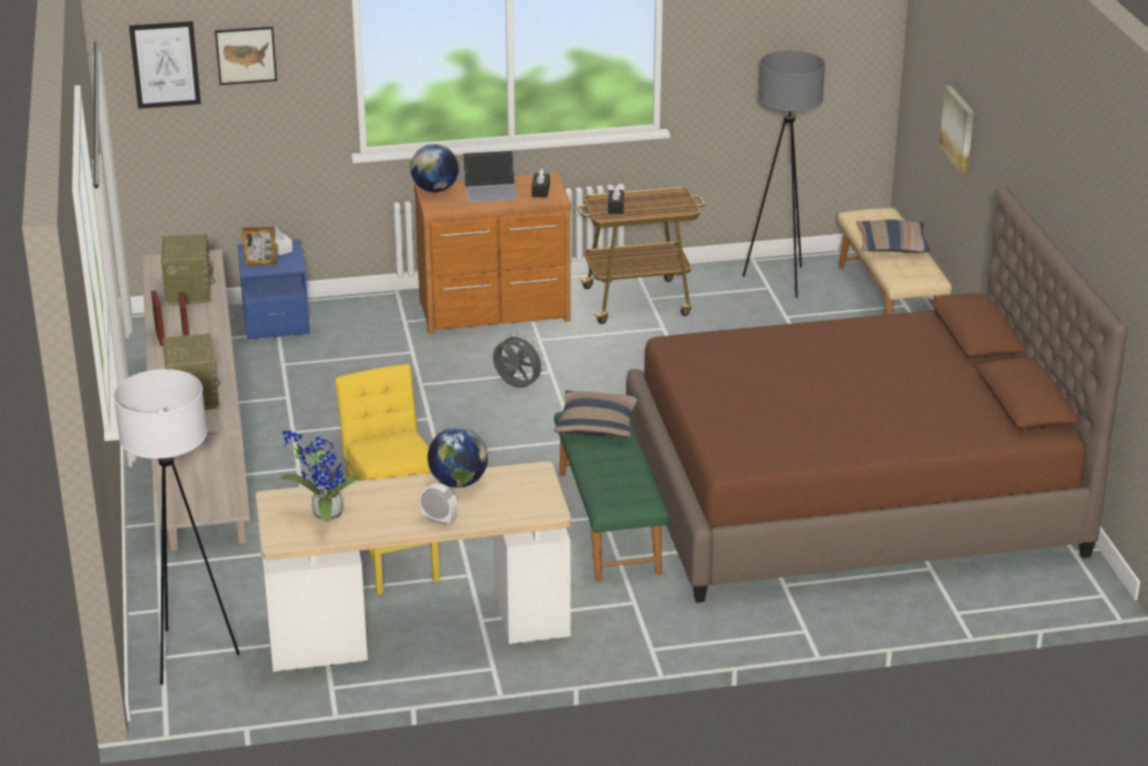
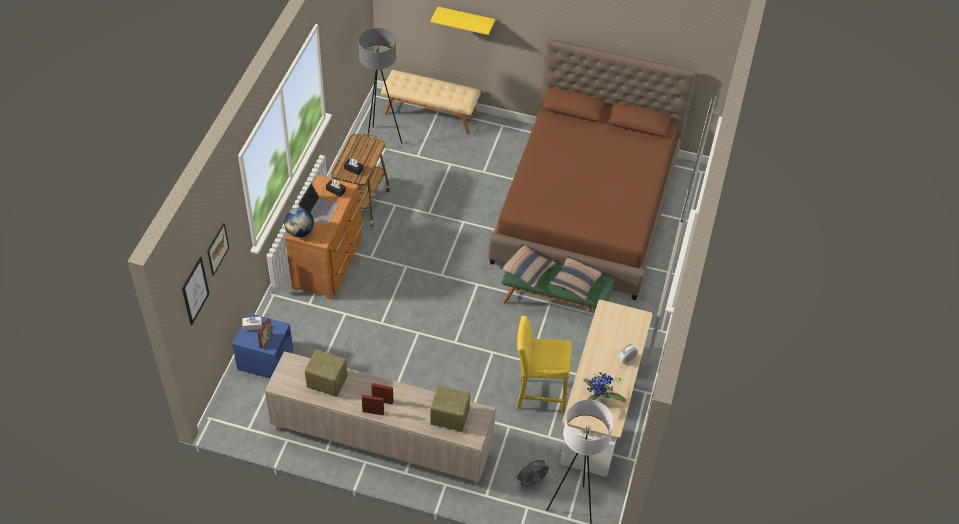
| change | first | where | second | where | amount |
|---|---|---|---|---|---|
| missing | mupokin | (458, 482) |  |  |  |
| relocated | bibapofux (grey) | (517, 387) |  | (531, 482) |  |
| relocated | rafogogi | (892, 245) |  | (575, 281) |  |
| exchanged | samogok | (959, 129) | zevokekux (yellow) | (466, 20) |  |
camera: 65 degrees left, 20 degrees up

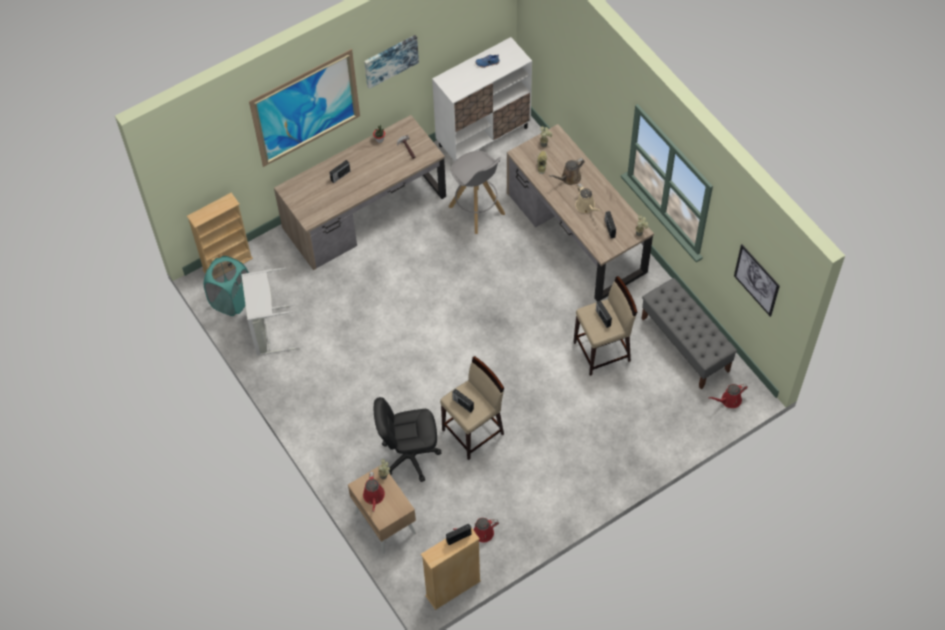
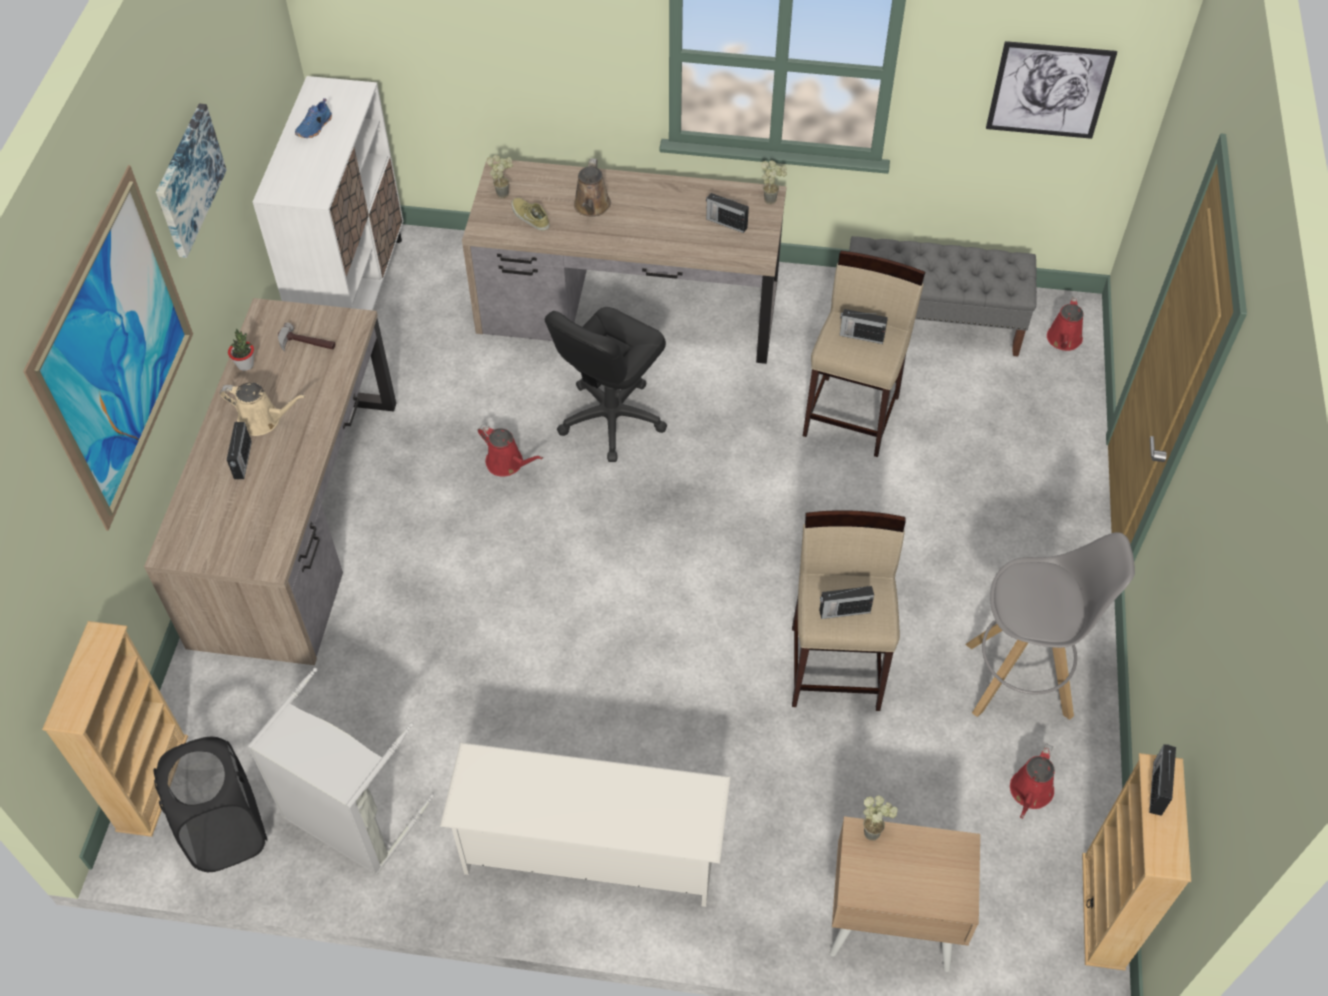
| change | first | where | second | where | amount |
|---|---|---|---|---|---|
| appeared |  |  | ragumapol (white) | (591, 850) |  |
| relocated | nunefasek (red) | (374, 497) |  | (507, 463) |  |
| relocated | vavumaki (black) | (410, 456) |  | (611, 418) |  |
| relocated | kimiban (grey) | (477, 210) |  | (1020, 680) |  |
| relocated | nunefasek (beige) | (586, 206) |  | (263, 420) |  |
| colour | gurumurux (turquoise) | (231, 300) | gurumurux (black) | (226, 831) |  |
camera: 50 degrees left, 5 degrees down

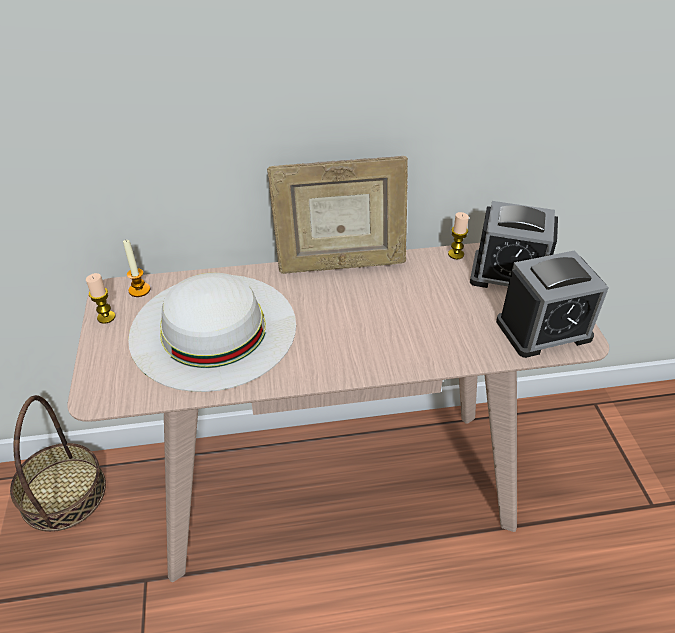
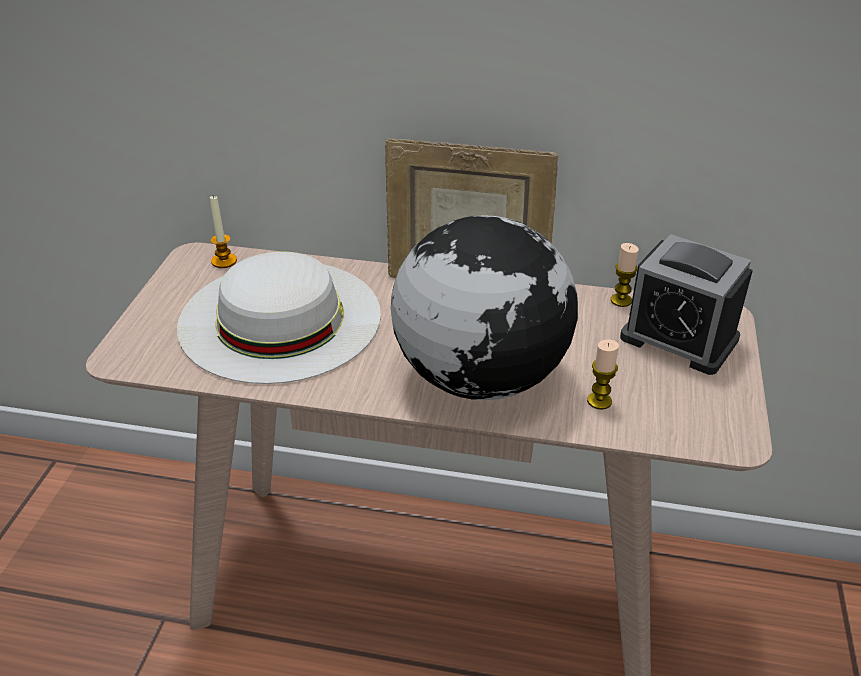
| change | first | where | second | where | amount |
|---|---|---|---|---|---|
| missing | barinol | (63, 493) |  |  |  |
| missing | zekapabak | (543, 330) |  |  |  |
| appeared |  |  | mupokin | (479, 376) |  |
| relocated | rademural | (106, 317) |  | (599, 401) |  |
camera: 20 degrees right, 5 degrees down

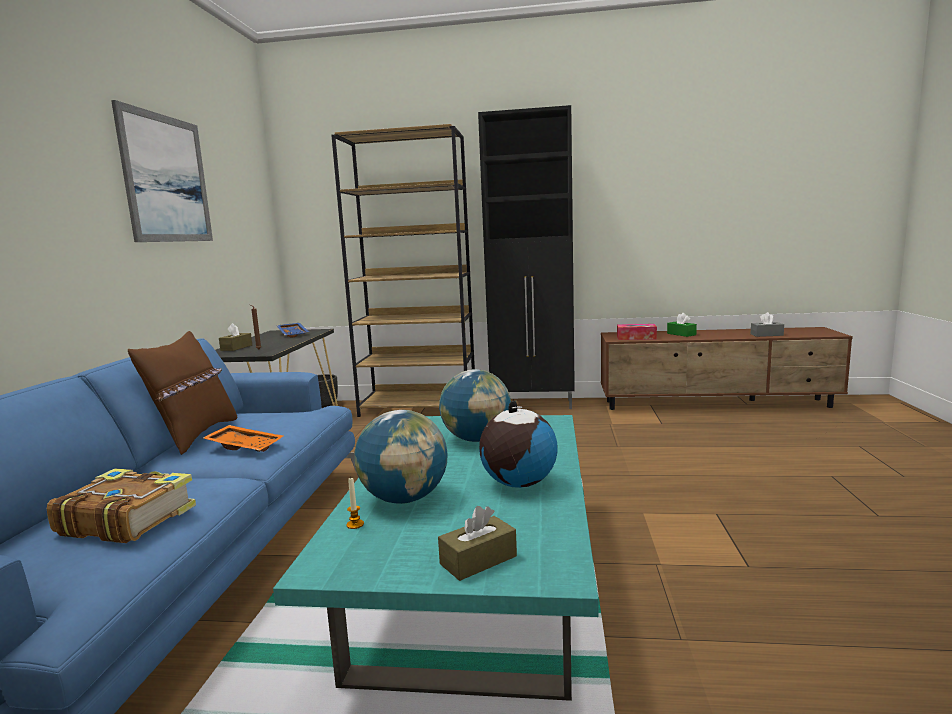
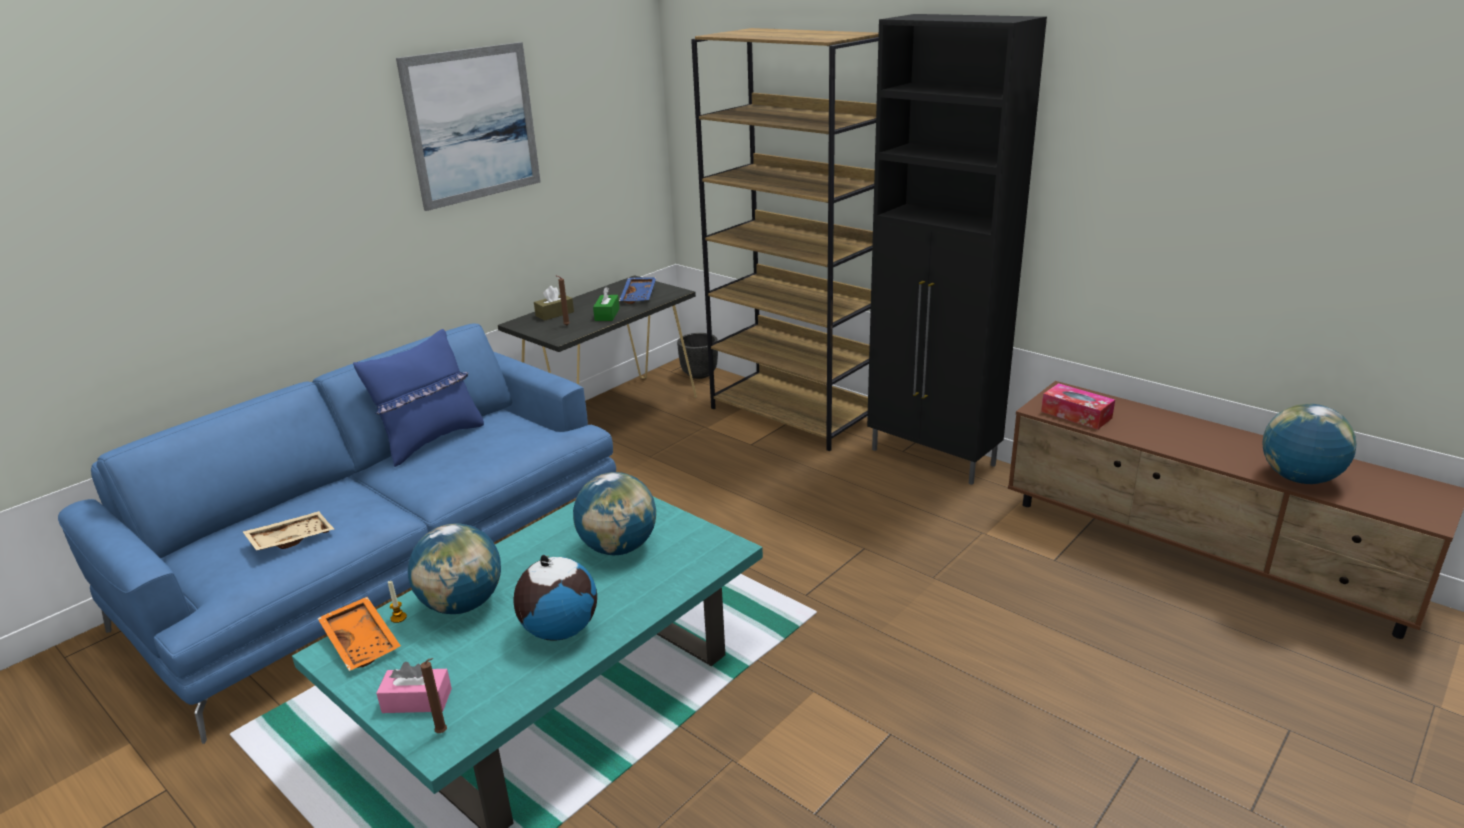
| change | first | where | second | where | amount |
|---|---|---|---|---|---|
| appeared |  |  | rademural (brown) | (443, 733) |  |
| relocated | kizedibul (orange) | (245, 446) |  | (363, 641) |  |
| relocated | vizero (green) | (681, 334) |  | (607, 314) |  |
| exchanged | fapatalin | (127, 520) | kizedibul (beige) | (291, 539) |  |
| exchanged | vizero (grey) | (766, 335) | mupokin | (1299, 478) |  |
| colour | rafogogi (brown) | (195, 435) | rafogogi (blue) | (431, 440) |  |
| colour | vizero (brown) | (478, 560) | vizero (pink) | (417, 701) |  |
camera: 35 degrees right, 15 degrees up

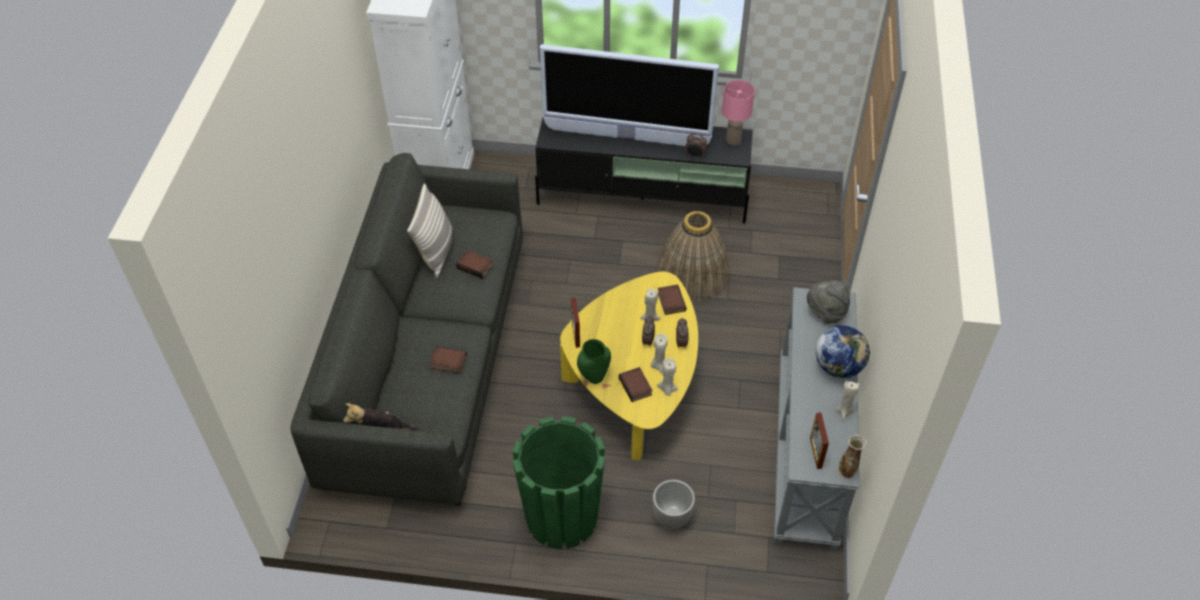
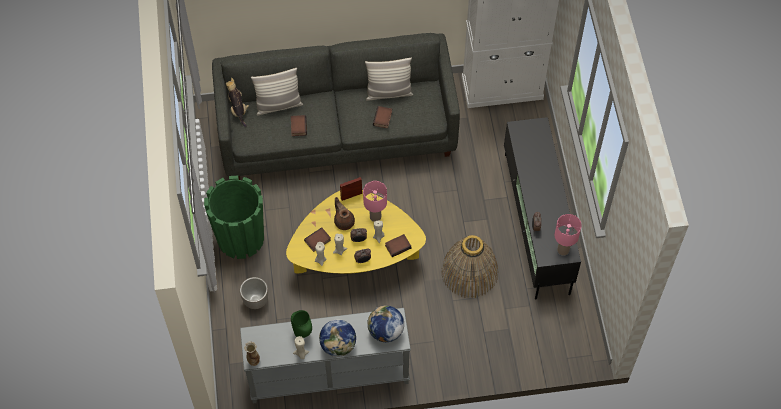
| change | first | where | second | where | amount |
|---|---|---|---|---|---|
| missing | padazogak | (626, 137) |  |  |  |
| missing | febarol | (815, 453) |  |  |  |
| appeared |  |  | rafogogi | (278, 105) |  |
| appeared |  |  | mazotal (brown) | (344, 221) |  |
| appeared |  |  | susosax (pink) | (375, 217) |  |
| relocated | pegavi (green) | (594, 379) |  | (302, 333) |  |
| exchanged | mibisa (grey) | (826, 312) | mupokin | (385, 331) |  |
camera: 75 degrees right, 10 degrees up

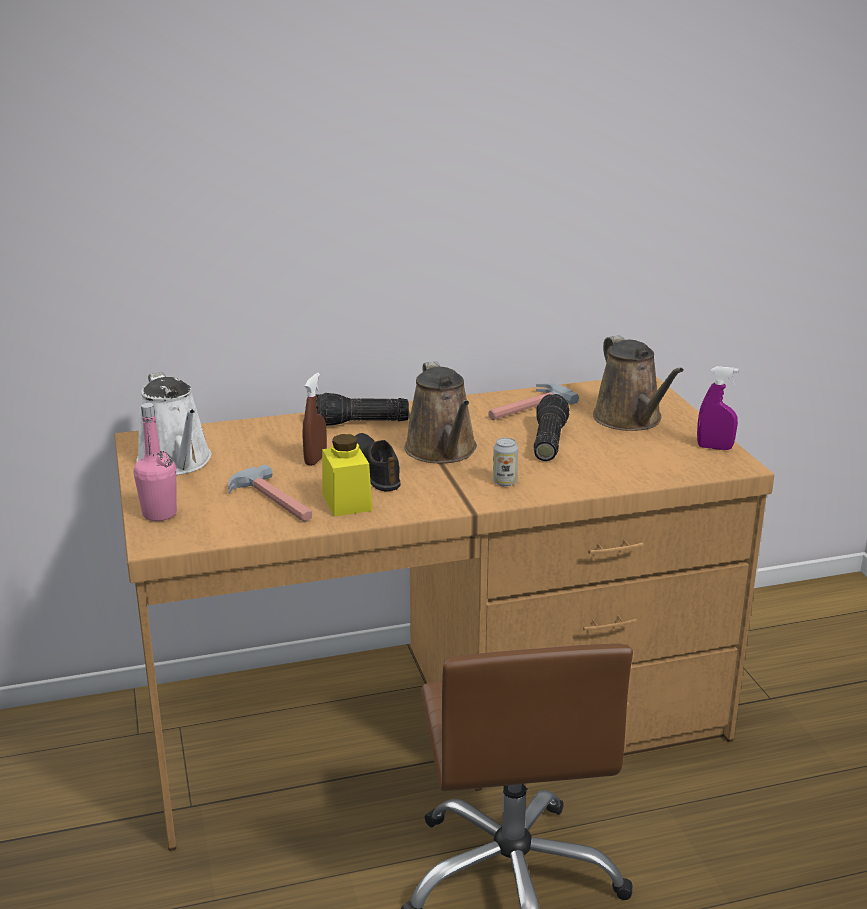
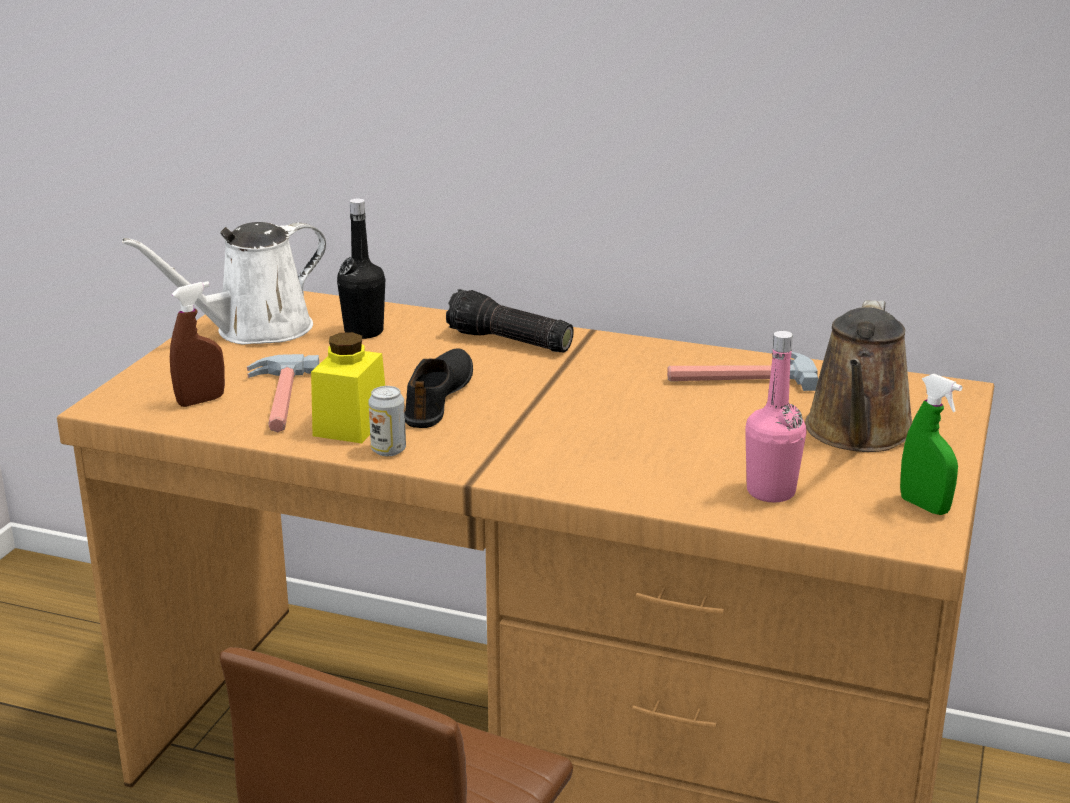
| change | first | where | second | where | amount |
|---|---|---|---|---|---|
| missing | nunefasek (brown) | (443, 451) |  |  |  |
| missing | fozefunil | (547, 441) |  |  |  |
| appeared |  |  | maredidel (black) | (364, 332) |  |
| relocated | maredidel (pink) | (159, 514) |  | (771, 492) |  |
| relocated | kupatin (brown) | (315, 459) |  | (201, 401) |  |
| relocated | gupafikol | (504, 482) |  | (388, 450) |  |
| colour | kupatin (purple) | (714, 448) | kupatin (green) | (924, 506) |  |
| spun | nunefasek (white) | (176, 463) |  | (255, 330) | 45 degrees clockwise |
camera: 35 degrees right, 0 degrees up

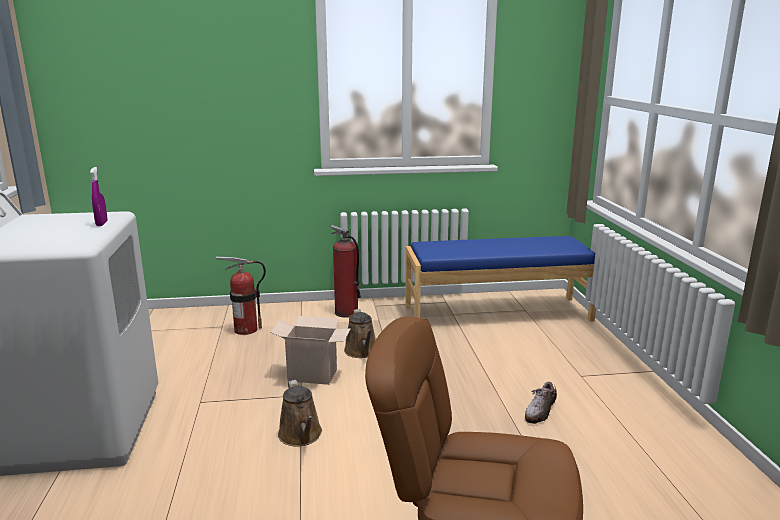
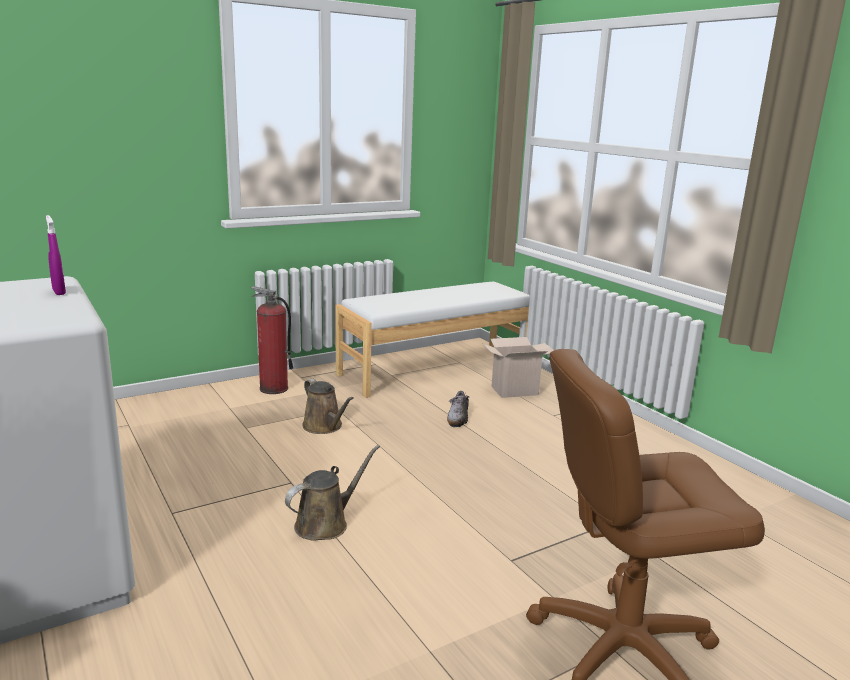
| change | first | where | second | where | amount |
|---|---|---|---|---|---|
| missing | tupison | (246, 329) |  |  |  |
| relocated | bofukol | (314, 374) |  | (515, 390) |  |
| relocated | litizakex | (540, 411) |  | (458, 417) |  |
| colour | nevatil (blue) | (497, 313) | nevatil (white) | (435, 369) |  |
| spun | nunefasek (brown) | (301, 436) |  | (326, 523) | 90 degrees counterclockwise |
camera: 25 degrees left, 0 degrees up

